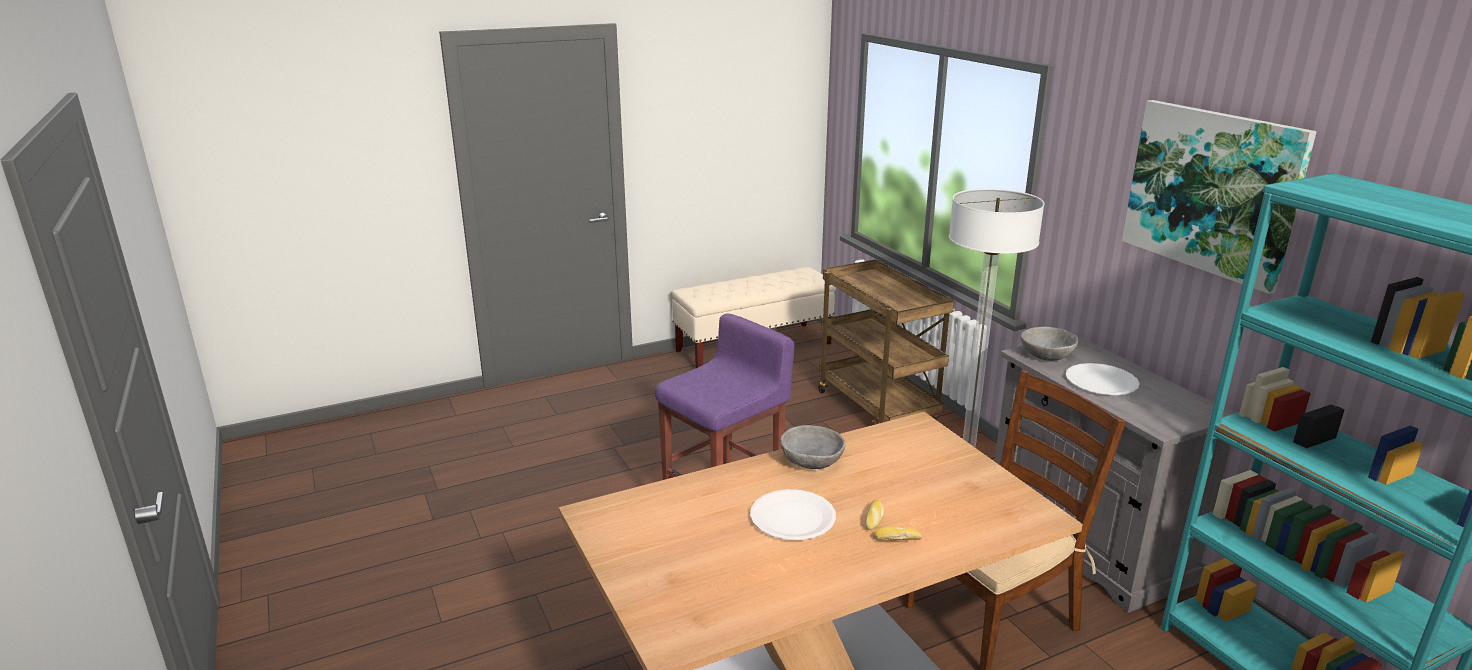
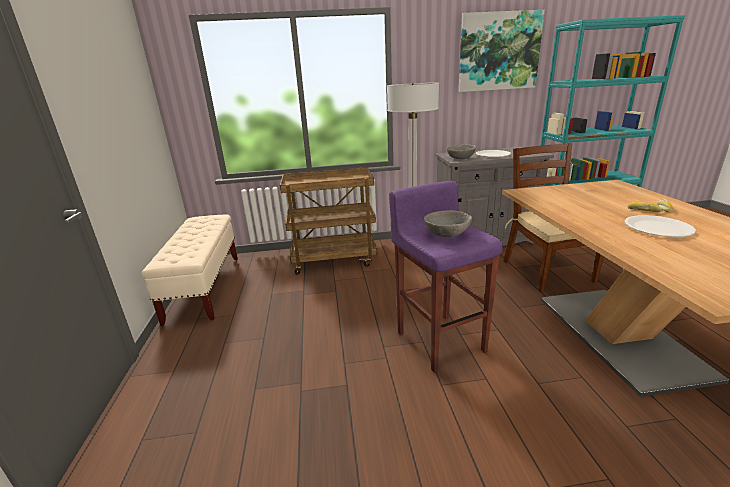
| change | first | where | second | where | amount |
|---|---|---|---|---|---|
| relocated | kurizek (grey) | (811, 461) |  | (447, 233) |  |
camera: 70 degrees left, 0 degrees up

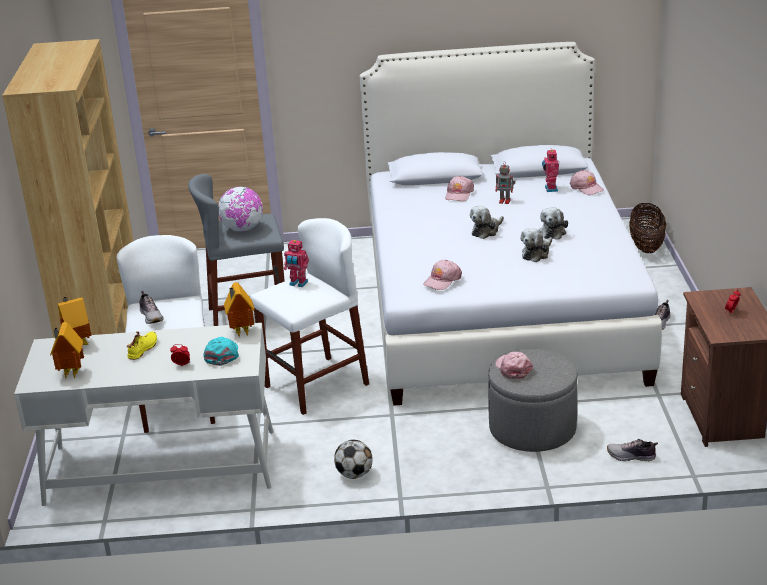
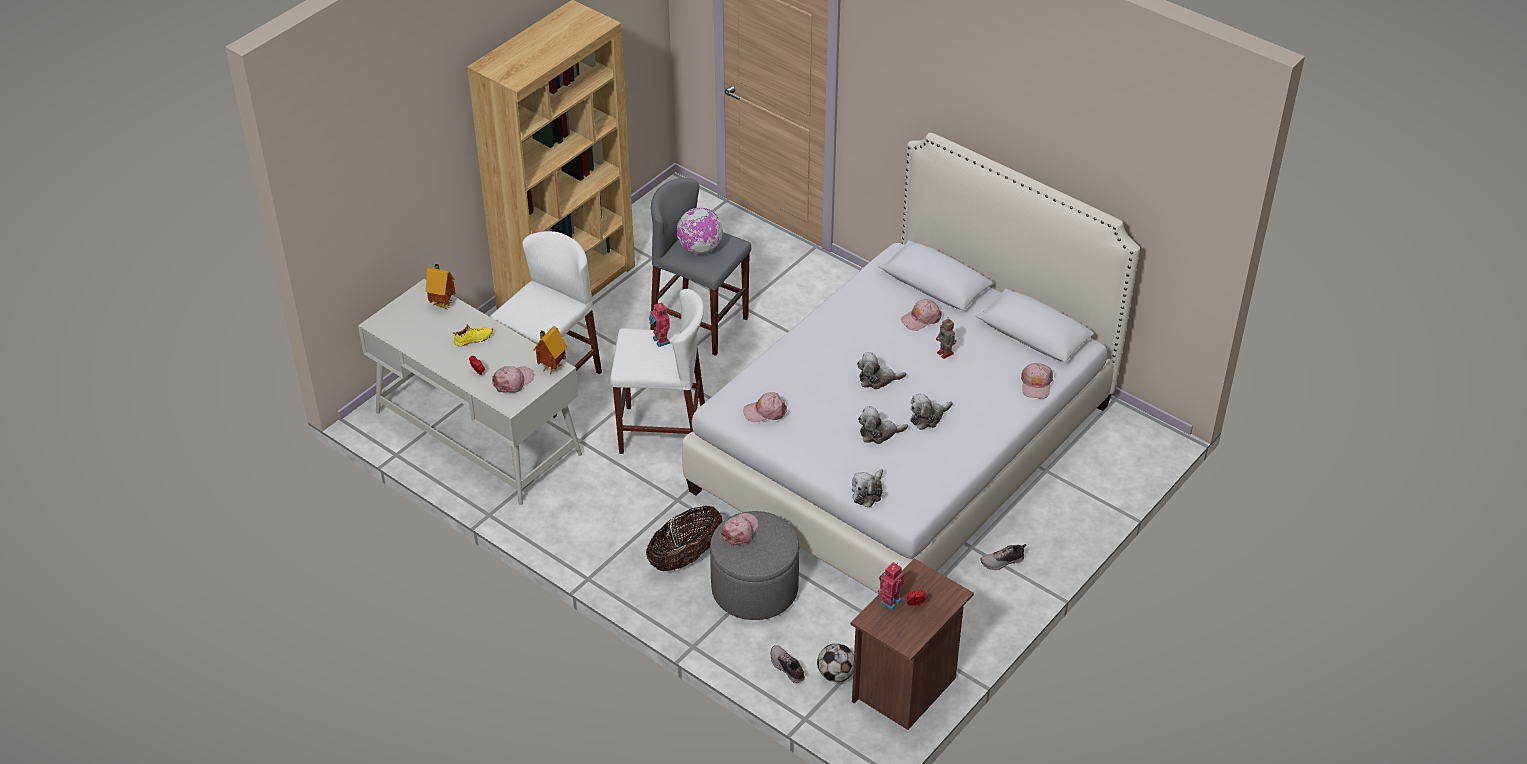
| change | first | where | second | where | amount |
|---|---|---|---|---|---|
| missing | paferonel | (70, 373) |  |  |  |
| missing | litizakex | (151, 316) |  |  |  |
| appeared |  |  | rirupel | (868, 492) |  |
| relocated | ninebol | (354, 474) |  | (836, 674) |  |
| relocated | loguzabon | (550, 189) |  | (889, 601) |  |
| relocated | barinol | (646, 246) |  | (685, 557) |  |
| colour | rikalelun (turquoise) | (222, 354) | rikalelun (pink) | (513, 381) |  |
camera: 40 degrees right, 15 degrees up

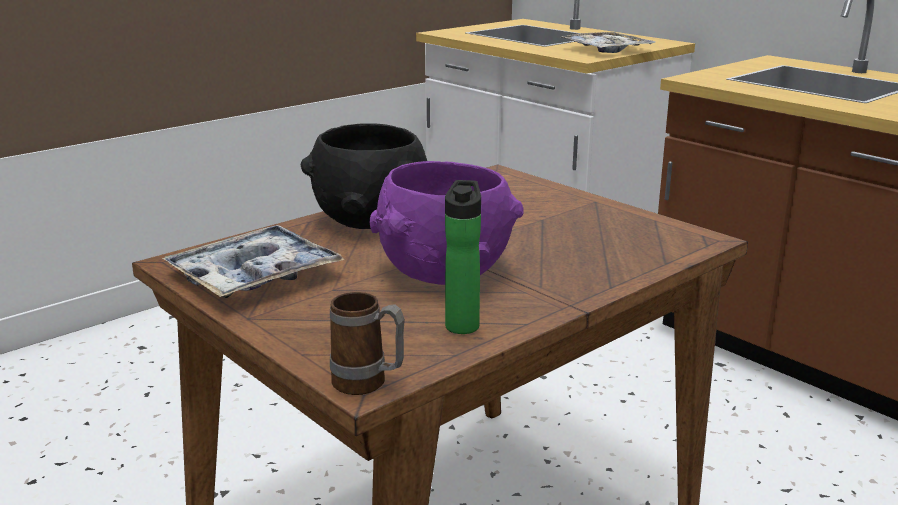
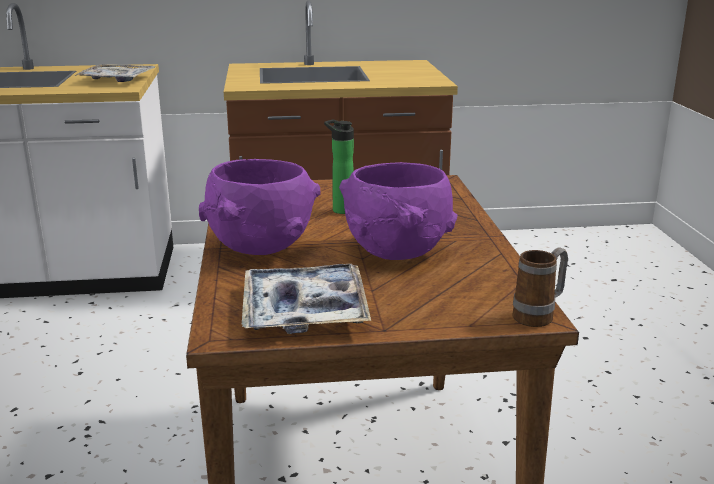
| change | first | where | second | where | amount |
|---|---|---|---|---|---|
| relocated | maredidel | (462, 324) |  | (340, 210) |  |
| colour | kurizek (black) | (369, 222) | kurizek (purple) | (260, 248) |  |
camera: 55 degrees left, 0 degrees up

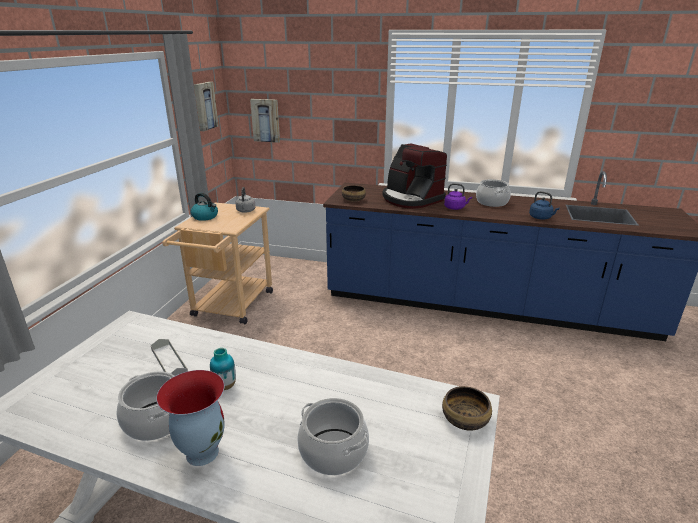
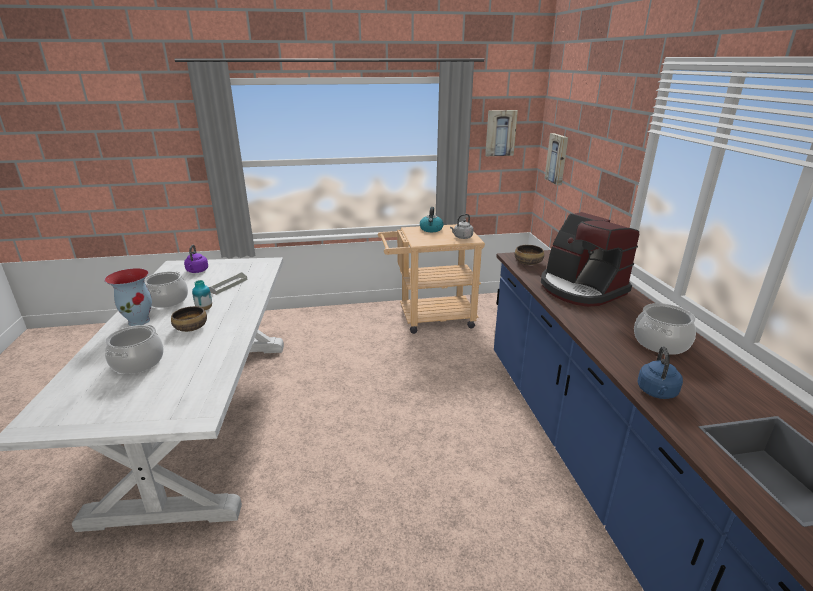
| change | first | where | second | where | amount |
|---|---|---|---|---|---|
| relocated | kurizek | (465, 419) |  | (191, 328) |  |
| relocated | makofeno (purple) | (455, 208) |  | (197, 271) |  |
| spun | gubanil | (411, 199) |  | (580, 289) | 60 degrees counterclockwise |
camera: 65 degrees right, 0 degrees up

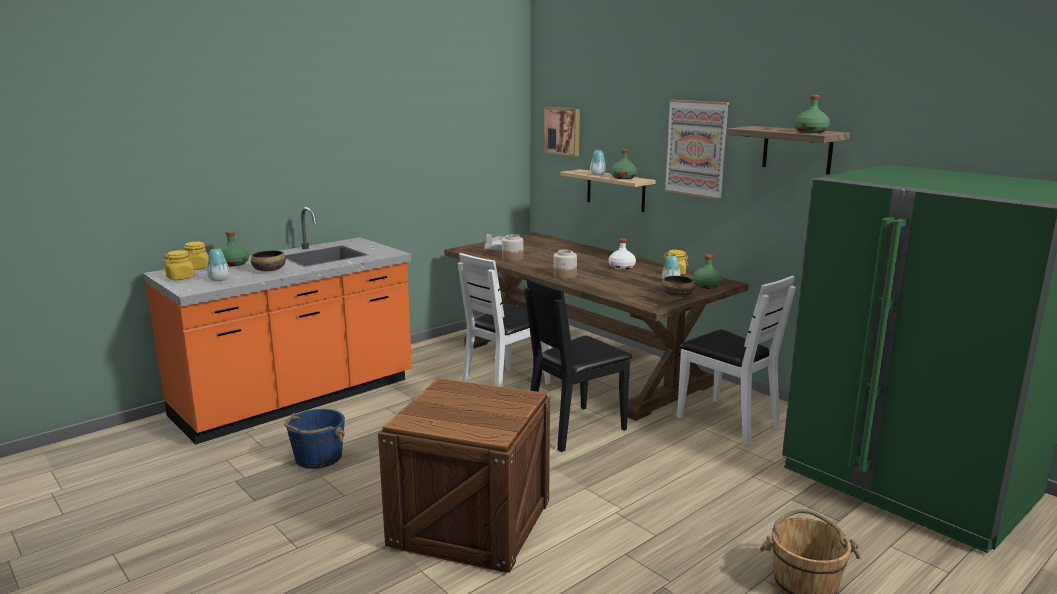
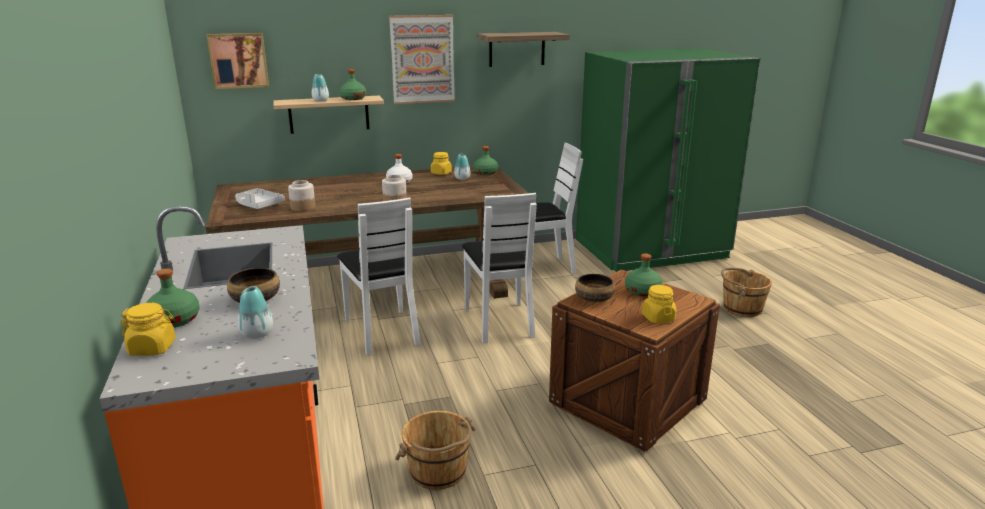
| change | first | where | second | where | amount |
|---|---|---|---|---|---|
| relocated | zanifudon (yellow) | (181, 278) |  | (658, 318) |  |
| relocated | kurizek | (677, 295) |  | (593, 298) |  |
| relocated | maredidel (green) | (810, 132) |  | (643, 291) |  |
| colour | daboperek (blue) | (317, 458) | daboperek (brown) | (438, 472) |  |
| colour | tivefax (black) | (575, 429) | tivefax (white) | (500, 322) |  |
camera: 65 degrees left, 5 degrees up

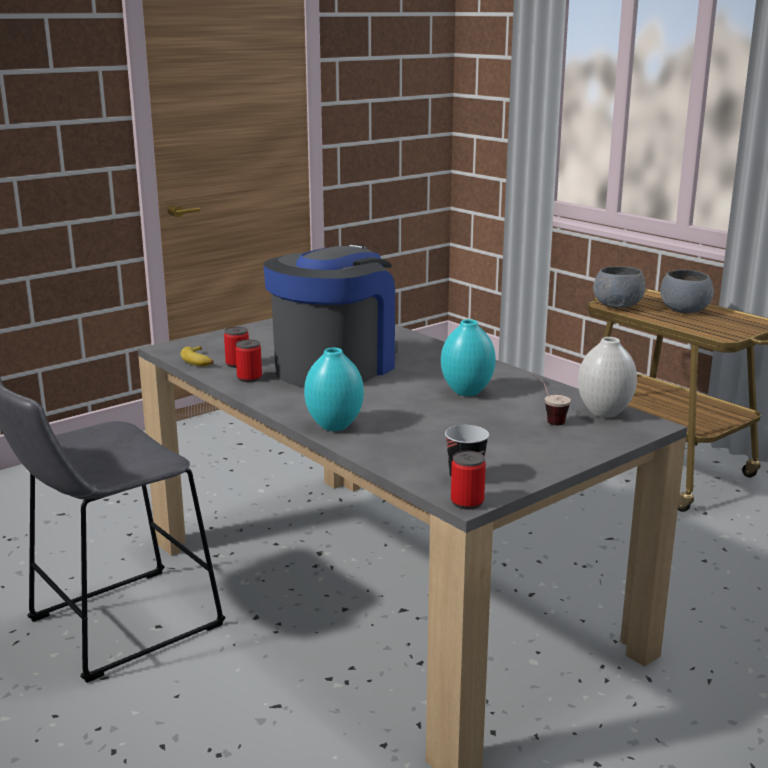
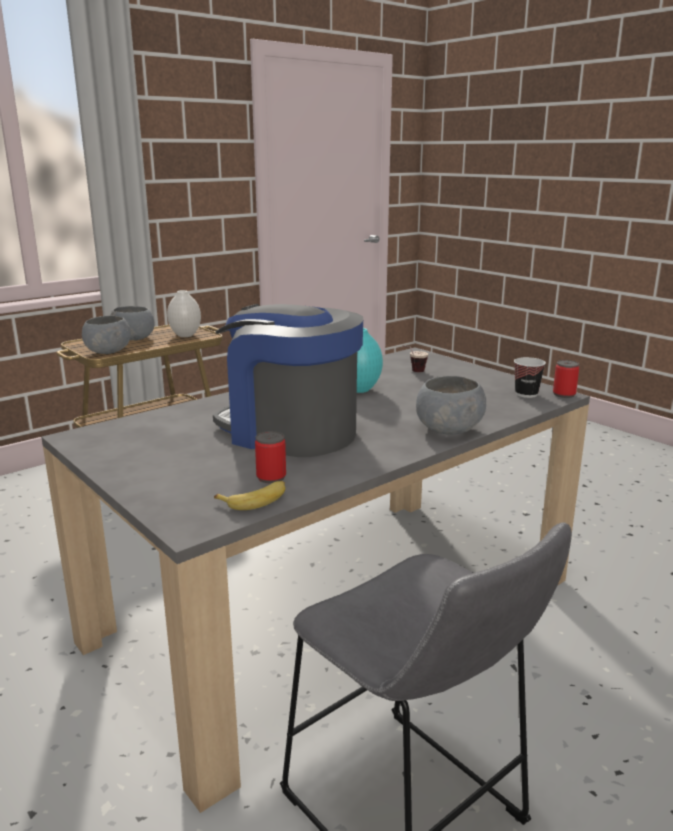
| change | first | where | second | where | amount |
|---|---|---|---|---|---|
| missing | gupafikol | (249, 378) |  |  |  |
| relocated | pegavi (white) | (603, 413) |  | (185, 335) |  |
| exchanged | pegavi (turquoise) | (334, 426) | kurizek (grey) | (447, 429) |  |
camera: 90 degrees left, 0 degrees up

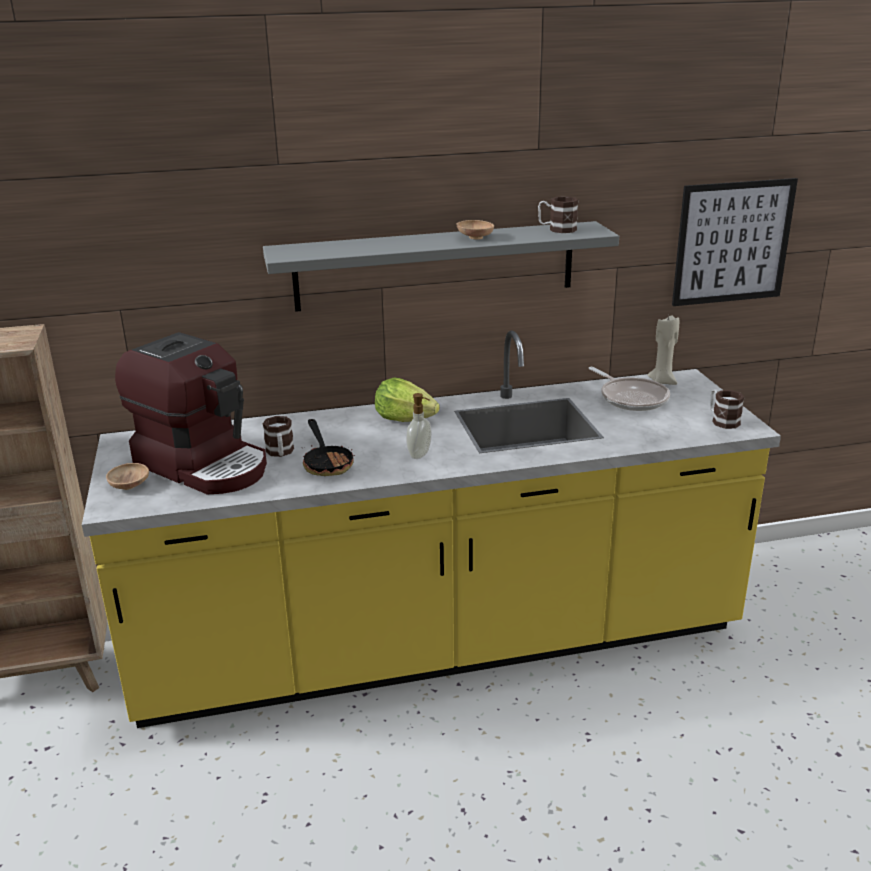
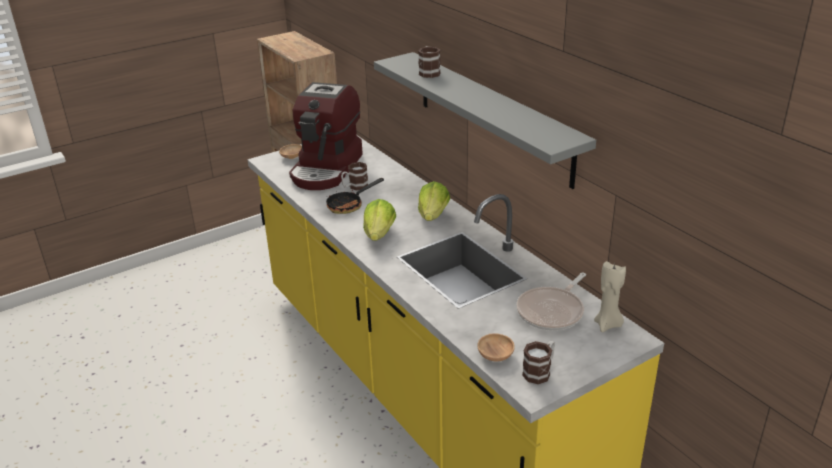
| change | first | where | second | where | amount |
|---|---|---|---|---|---|
| missing | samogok | (732, 242) |  |  |  |
| relocated | kurizek (brown) | (475, 238) |  | (495, 355) |  |
| relocated | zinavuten | (557, 229) |  | (428, 72) |  |
| exchanged | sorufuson | (420, 455) | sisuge | (379, 234) |  |
camera: 70 degrees right, 5 degrees up

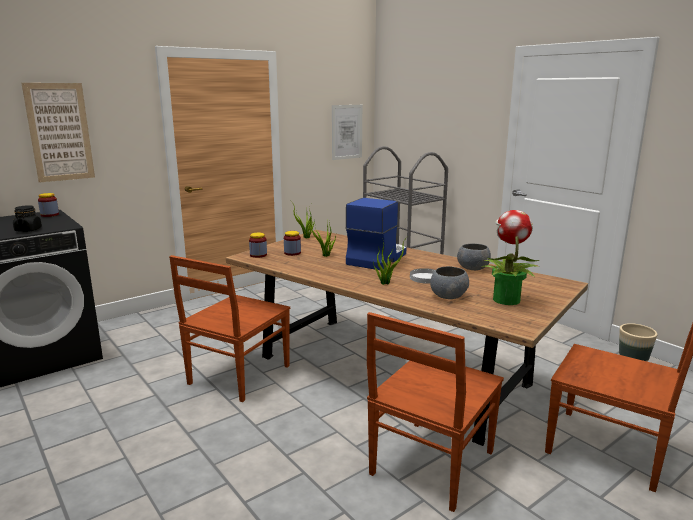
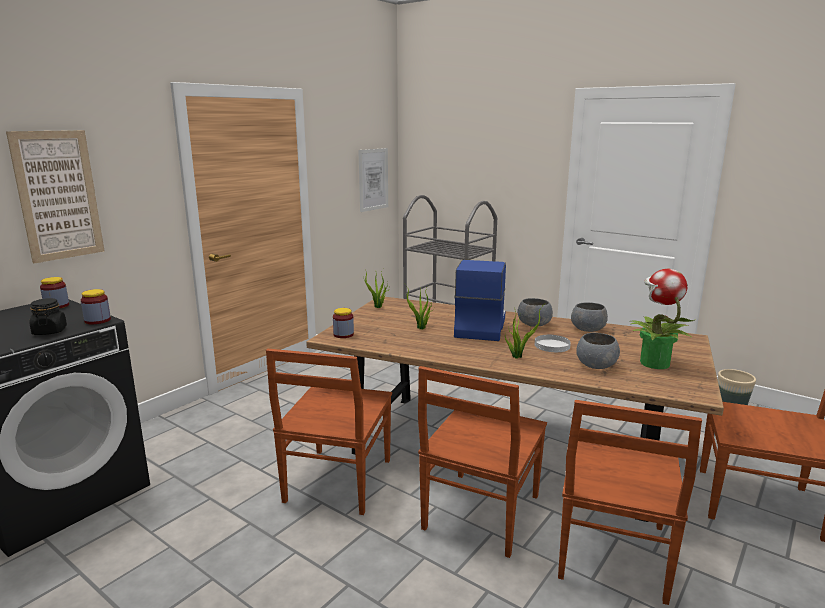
| change | first | where | second | where | amount |
|---|---|---|---|---|---|
| appeared |  |  | tivefax (brown) | (480, 514) |  |
| appeared |  |  | kurizek (grey) | (534, 324) |  |
| relocated | zanifudon | (292, 253) |  | (97, 320) |  |
camera: 15 degrees left, 0 degrees up

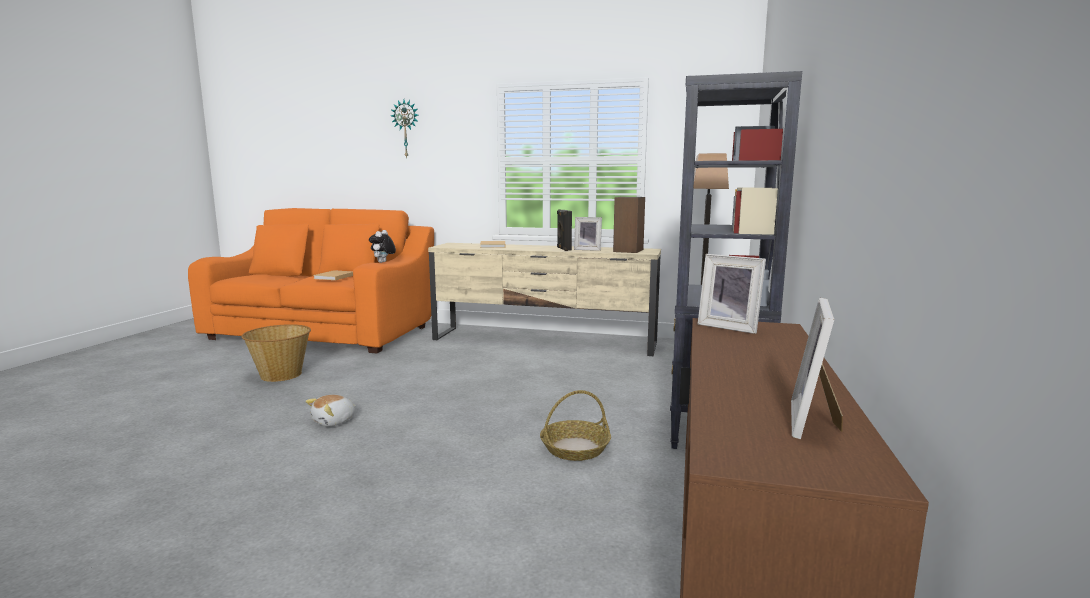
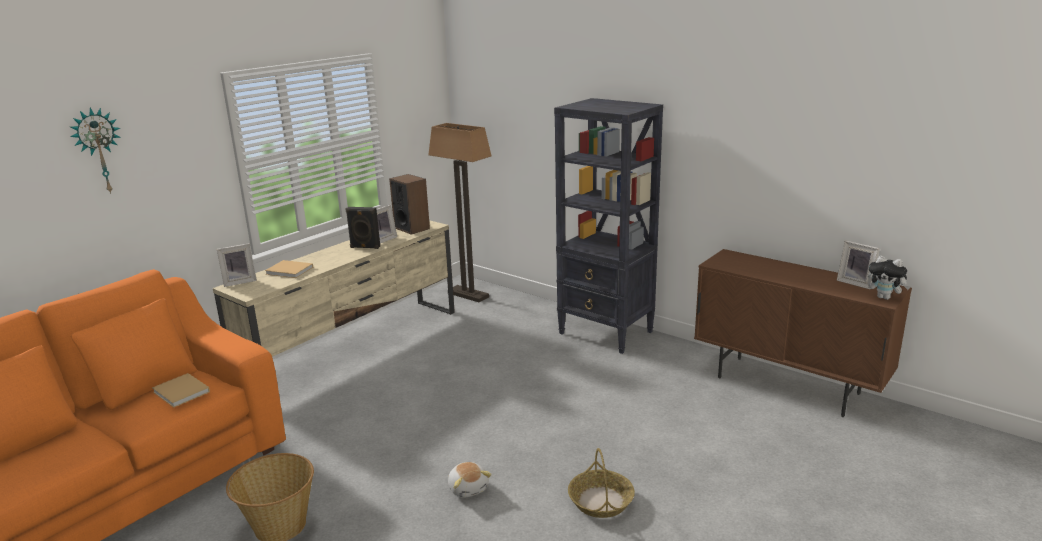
| change | first | where | second | where | amount |
|---|---|---|---|---|---|
| relocated | rirupel | (383, 262) |  | (885, 297) |  |
| relocated | barinol | (575, 448) |  | (600, 501) |  |
| relocated | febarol | (730, 327) |  | (239, 281) |  |
camera: 65 degrees left, 10 degrees up

